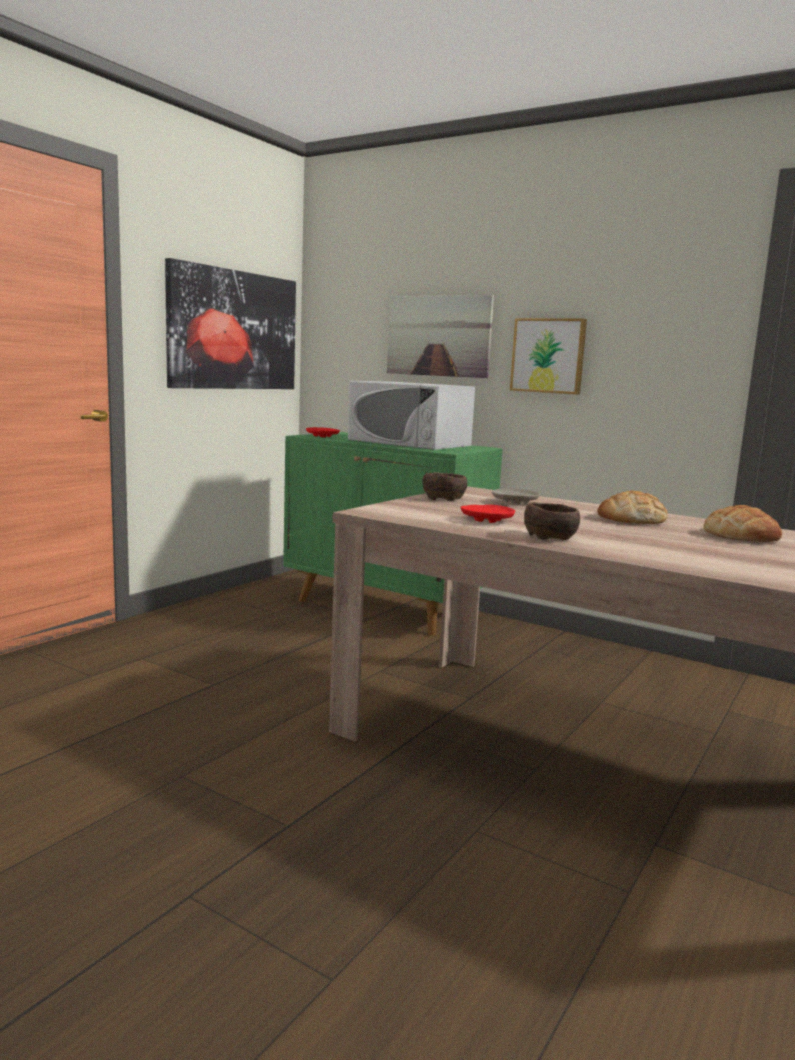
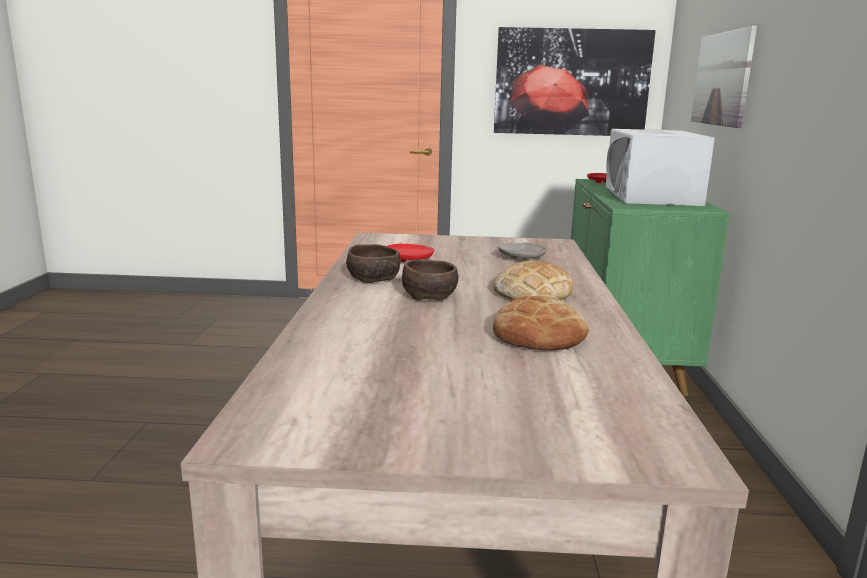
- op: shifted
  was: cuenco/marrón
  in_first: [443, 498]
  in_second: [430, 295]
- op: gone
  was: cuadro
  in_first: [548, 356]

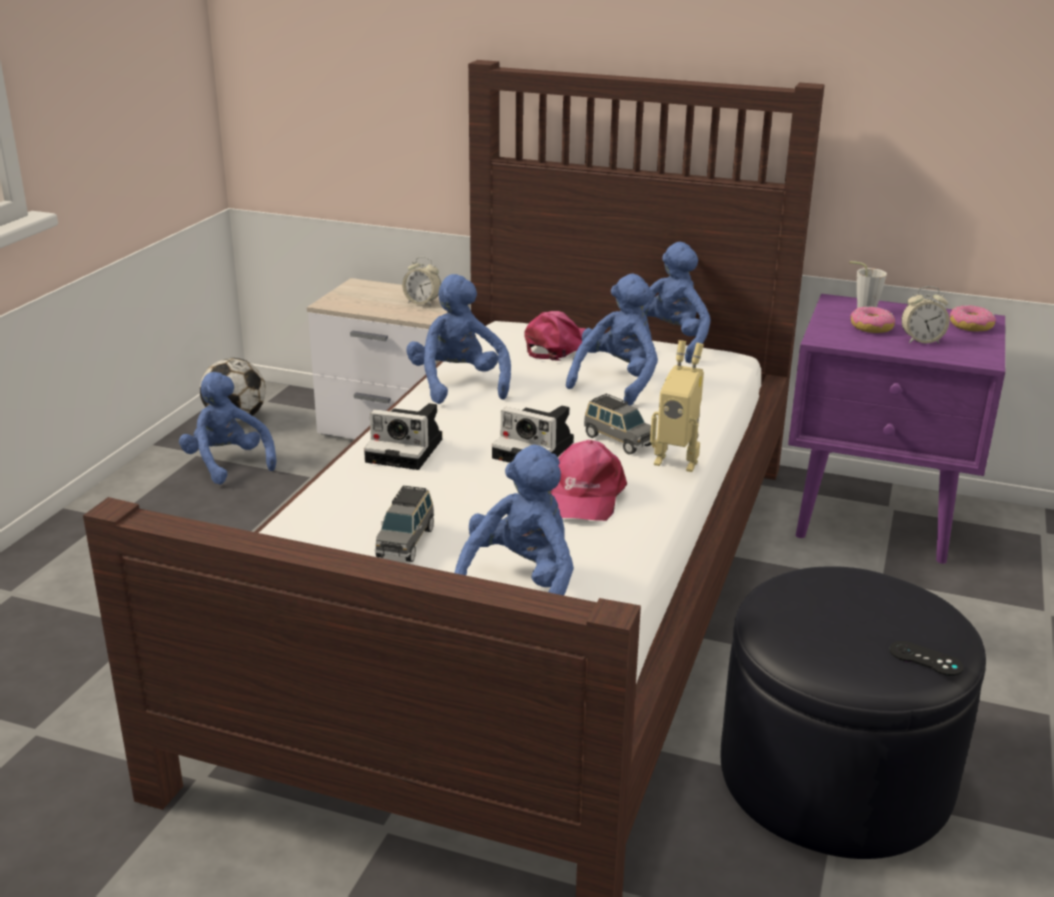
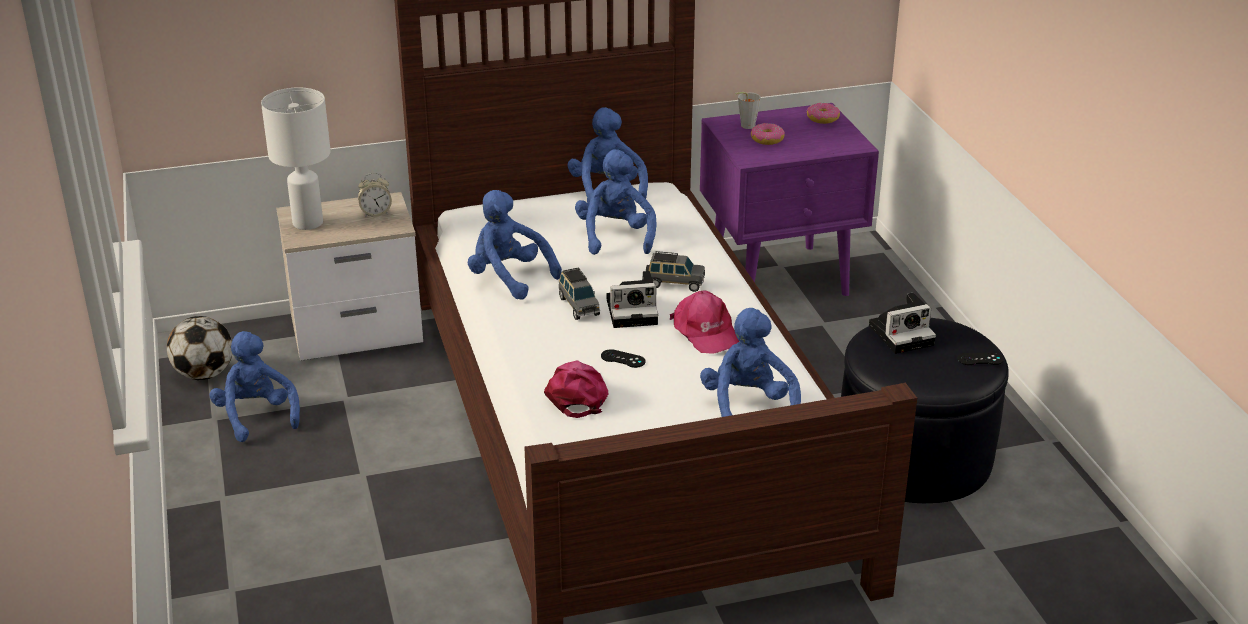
- op: rotated
  was: peluche/azul
  in_first: [227, 463]
  in_second: [256, 416]
  clockwise: 45
- op: shifted
  was: cámara
  in_first: [408, 450]
  in_second: [903, 334]
- op: shifted
  was: coche de juguete/gris
  in_first: [406, 542]
  in_second: [578, 306]
- op: shifted
  was: gorra/rosa
  in_first: [558, 346]
  in_second: [577, 394]
- op: gone
  was: robot de juguete
  in_first: [677, 460]
- op: gone
  was: despertador
  in_first: [921, 341]
- op: new
  now: lámpara de mesa/blanco
  in_second: [308, 222]
- op: new
  now: mando de consola/negro
  in_second: [623, 359]

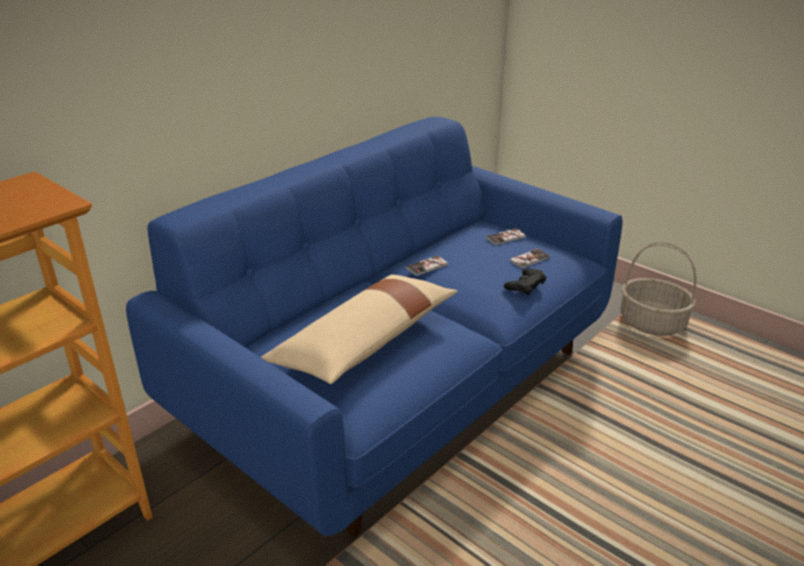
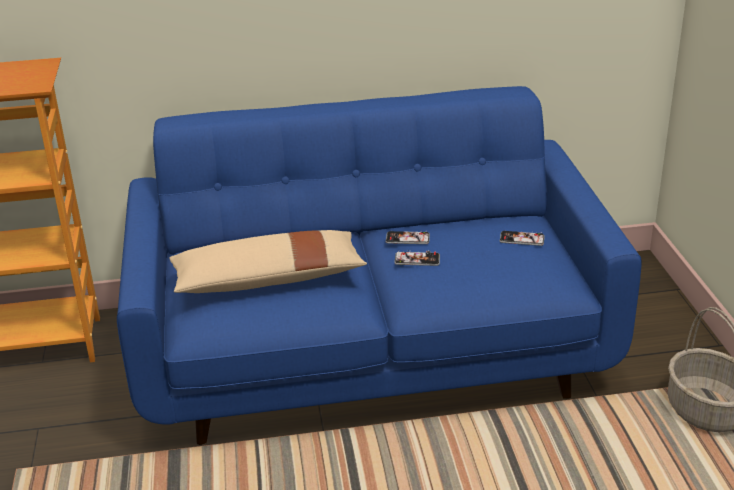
- op: gone
  was: mando de consola/negro
  in_first: [525, 285]
- op: shifted
  was: móvil
  in_first: [529, 259]
  in_second: [417, 260]

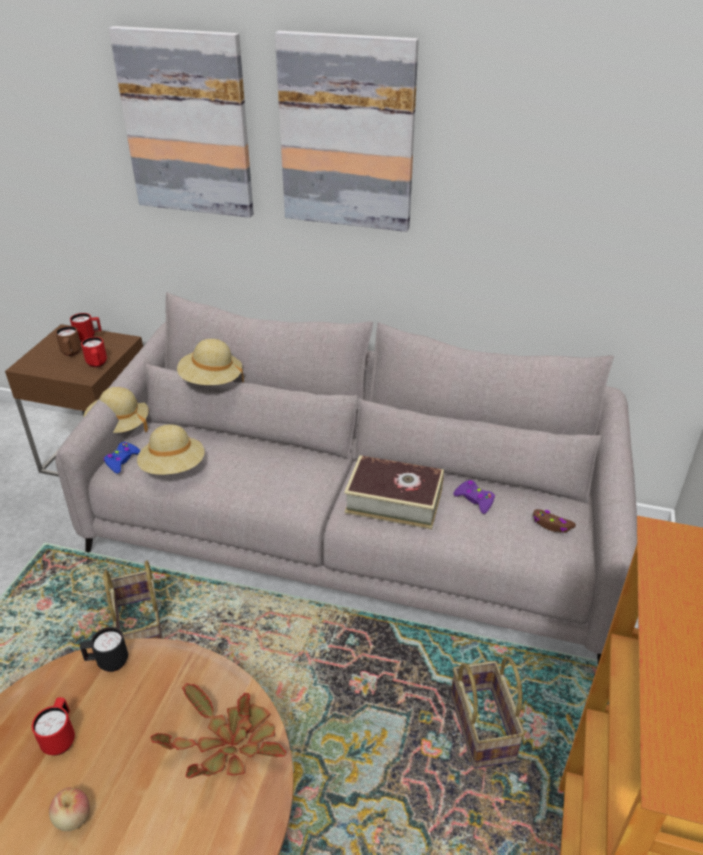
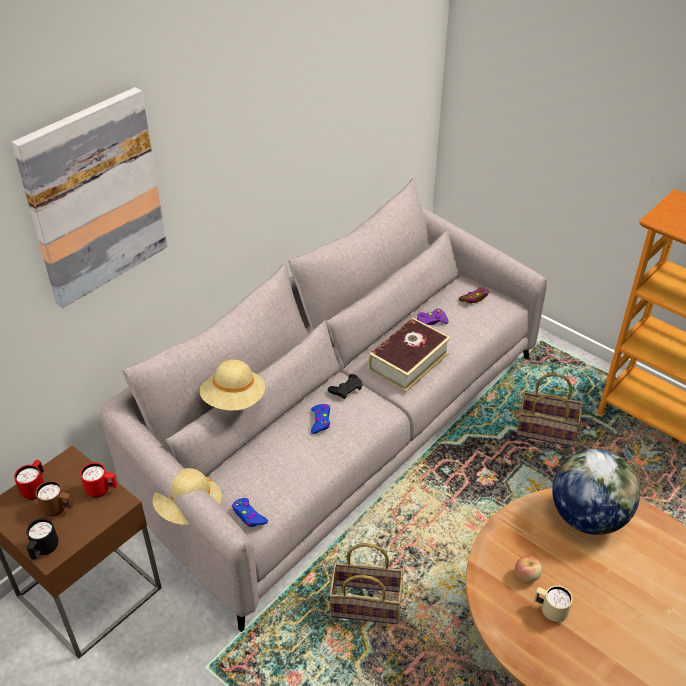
- op: repainted
  was: taza grande/rojo
  now: taza grande/beis
  in_first: [61, 737]
  in_second: [549, 611]
- op: shifted
  was: manzana
  in_first: [73, 818]
  in_second: [527, 575]
- op: shifted
  was: taza grande/negro
  in_first: [108, 662]
  in_second: [44, 550]
- op: gone
  was: sombrero/beis
  in_first: [173, 468]
- op: swapped
  was: planta en maceta
  now: globo terráqueo
  in_first: [228, 745]
  in_second: [587, 517]
- op: gone
  was: cuadro
  in_first: [347, 134]
- op: new
  now: mando de consola/azul
  in_second: [320, 421]
- op: new
  now: mando de consola/negro
  in_second: [346, 389]

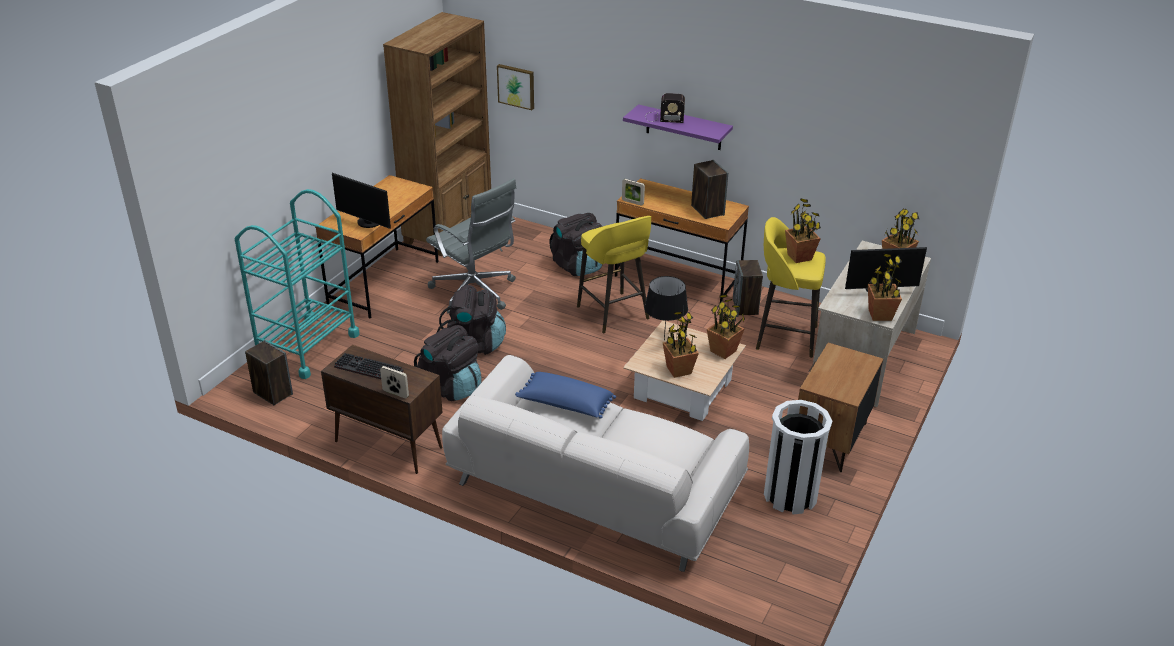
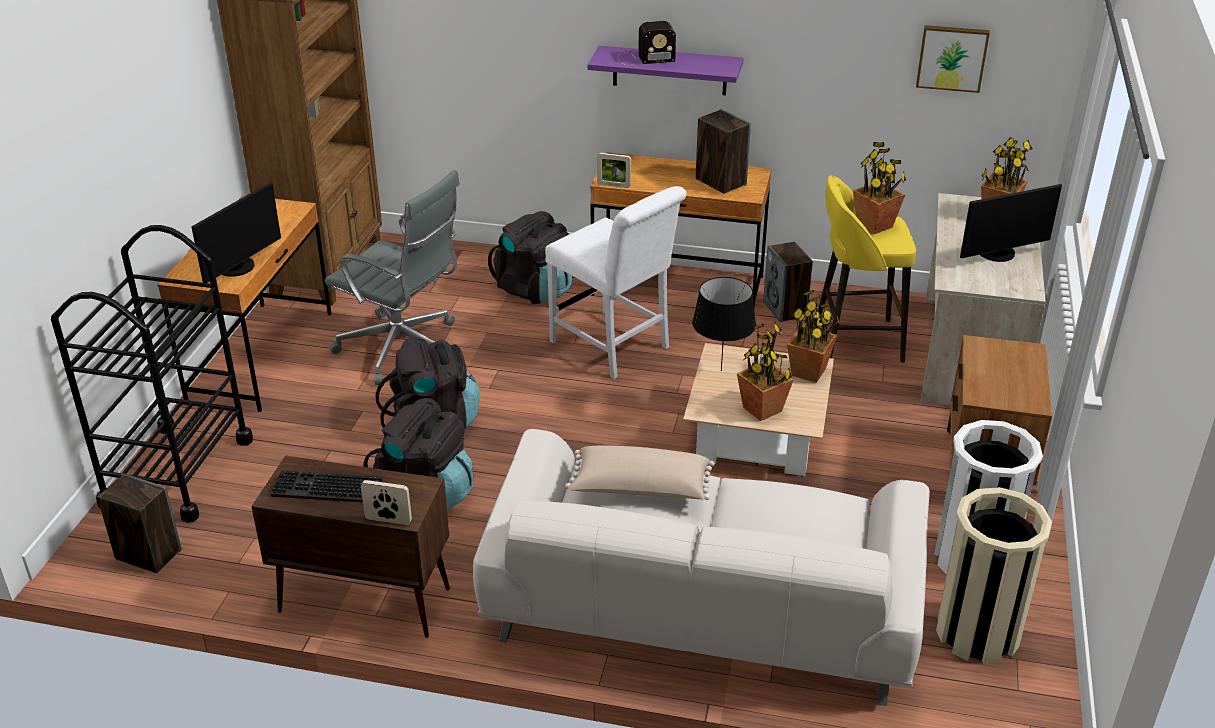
- op: repainted
  was: carrito/turquesa
  now: carrito/negro
  in_first: [307, 347]
  in_second: [178, 472]
- op: rotated
  was: monitor
  in_first: [367, 223]
  in_second: [239, 268]
  clockwise: -75
- op: shifted
  was: cuadro
  in_first: [516, 86]
  in_second: [952, 57]
- op: repainted
  was: cojín/azul
  now: cojín/beis
  in_first: [565, 405]
  in_second: [640, 489]
- op: swapped
  was: taburete/amarillo
  now: silla/blanco
  in_first: [614, 314]
  in_second: [613, 347]
- op: gone
  was: planta en maceta
  in_first: [880, 315]
- op: new
  now: papelera/beis
  in_second: [977, 633]

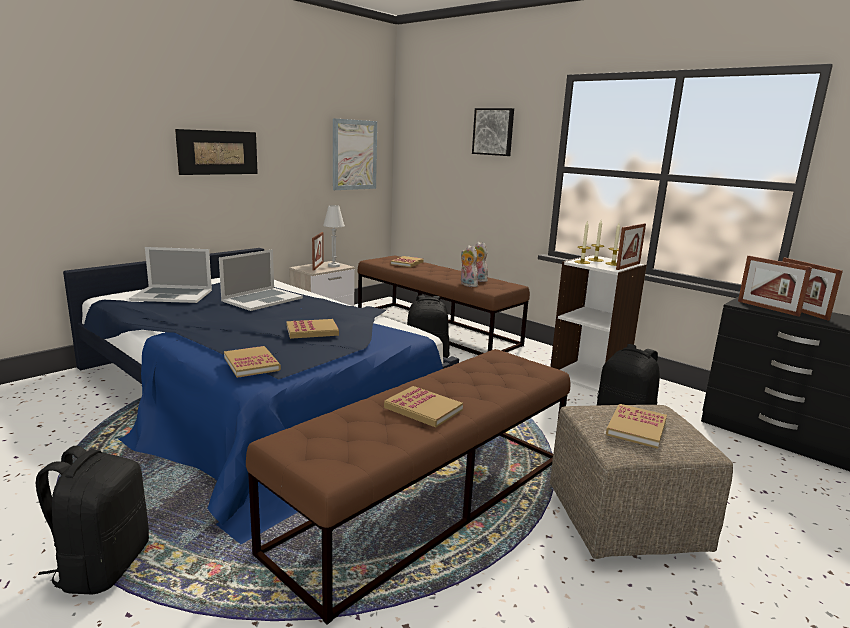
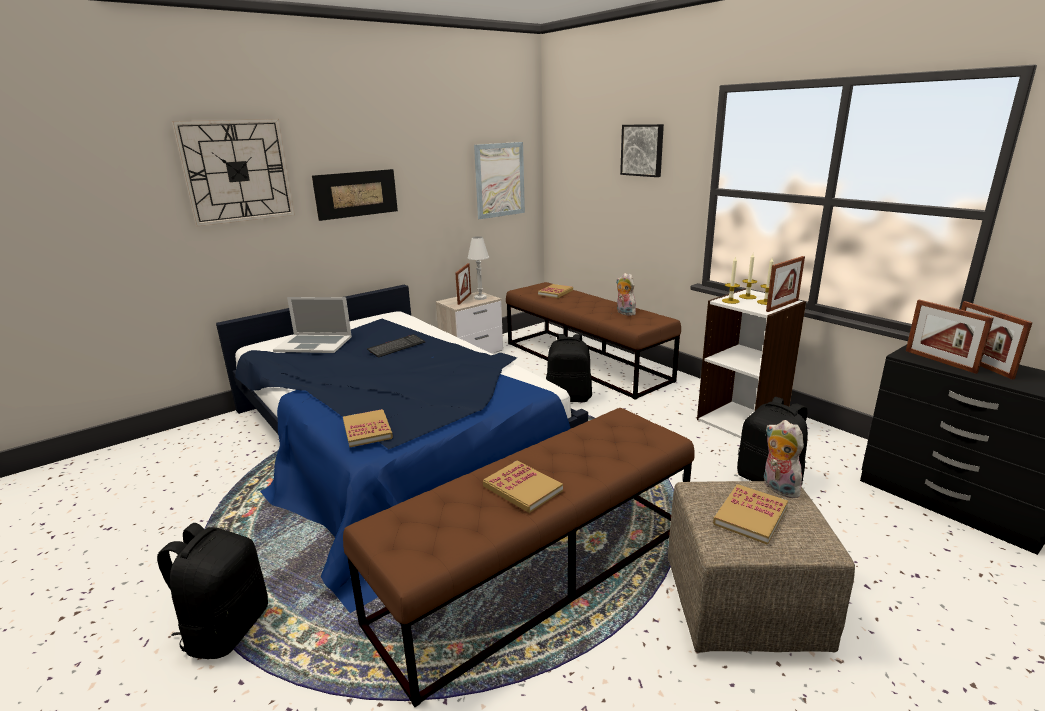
- op: swapped
  was: portátil
  now: teclado
  in_first: [262, 299]
  in_second: [396, 347]
- op: gone
  was: libro
  in_first: [312, 331]
- op: shifted
  was: peluche
  in_first: [467, 285]
  in_second: [777, 488]
- op: new
  now: reloj de pared
  in_second: [237, 171]

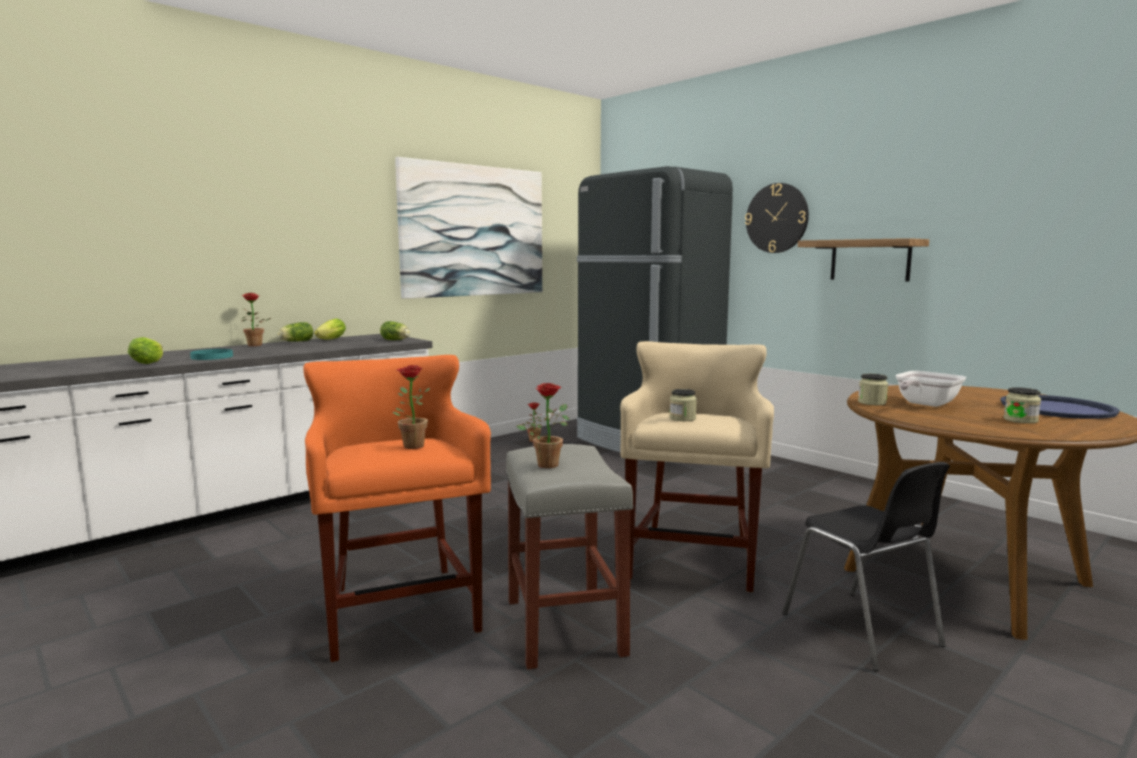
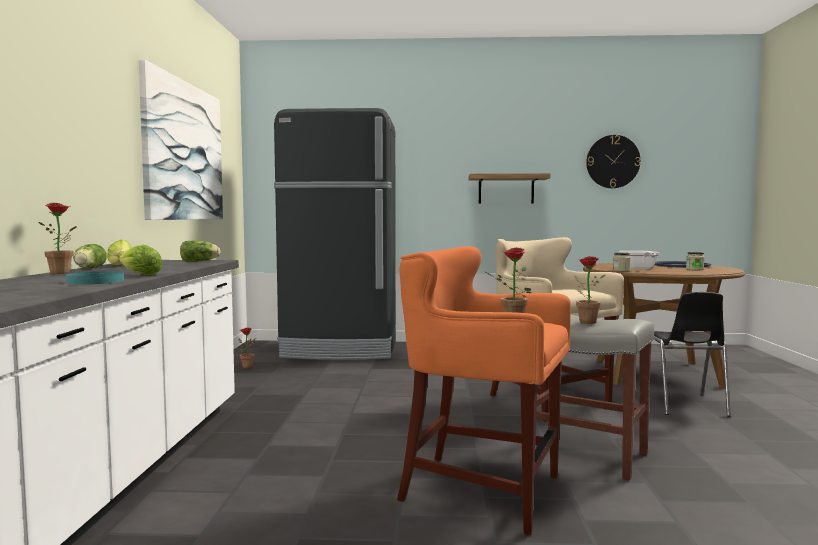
- op: shifted
  was: lechuga
  in_first: [150, 362]
  in_second: [138, 274]
- op: gone
  was: tarro
  in_first: [682, 418]
- op: shifted
  was: reloj de pared
  in_first: [777, 218]
  in_second: [613, 161]
- op: rotated
  was: silla/negro
  in_first: [862, 630]
  in_second: [684, 405]
  clockwise: 75

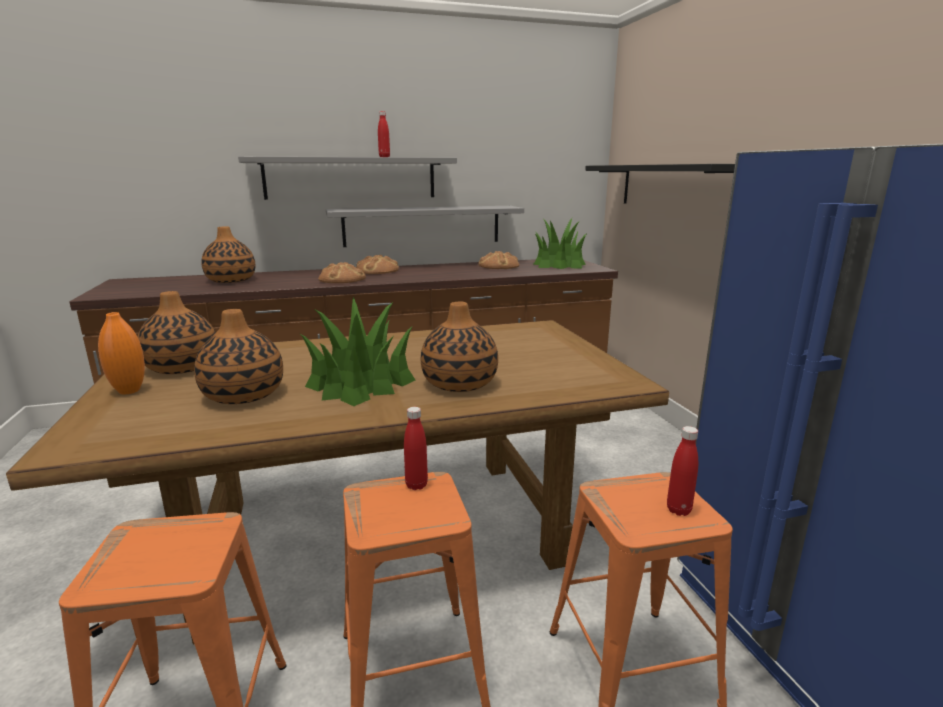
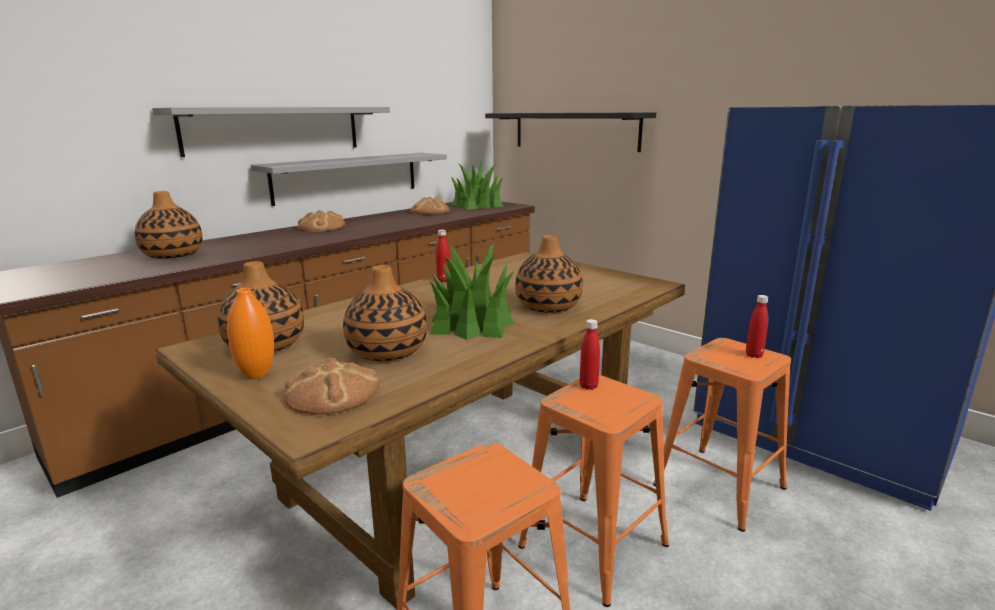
- op: shifted
  was: pan
  in_first: [341, 279]
  in_second: [332, 393]
- op: shifted
  was: botella/rojo
  in_first: [384, 157]
  in_second: [443, 281]

